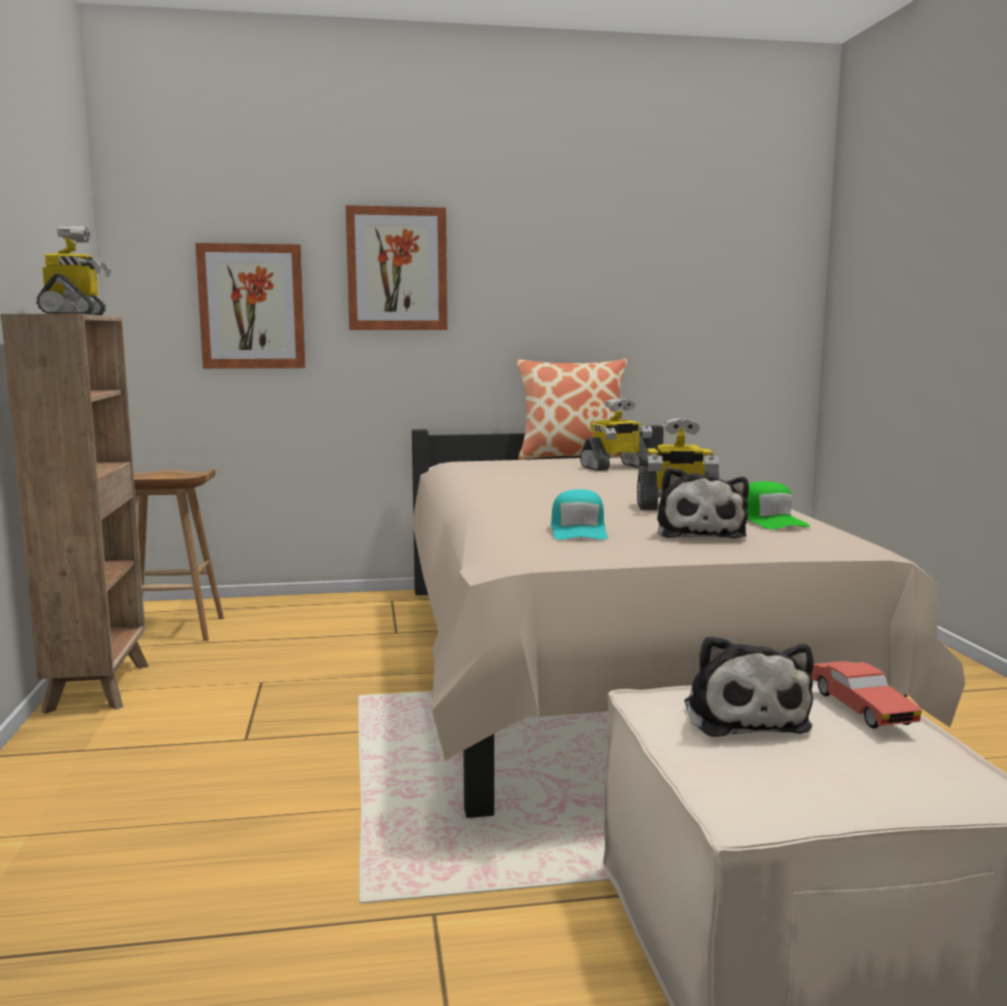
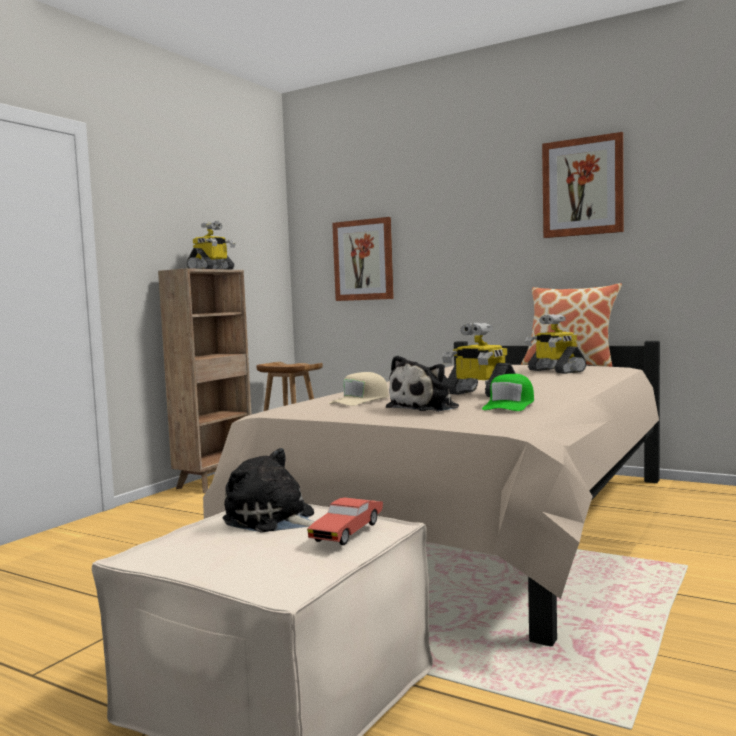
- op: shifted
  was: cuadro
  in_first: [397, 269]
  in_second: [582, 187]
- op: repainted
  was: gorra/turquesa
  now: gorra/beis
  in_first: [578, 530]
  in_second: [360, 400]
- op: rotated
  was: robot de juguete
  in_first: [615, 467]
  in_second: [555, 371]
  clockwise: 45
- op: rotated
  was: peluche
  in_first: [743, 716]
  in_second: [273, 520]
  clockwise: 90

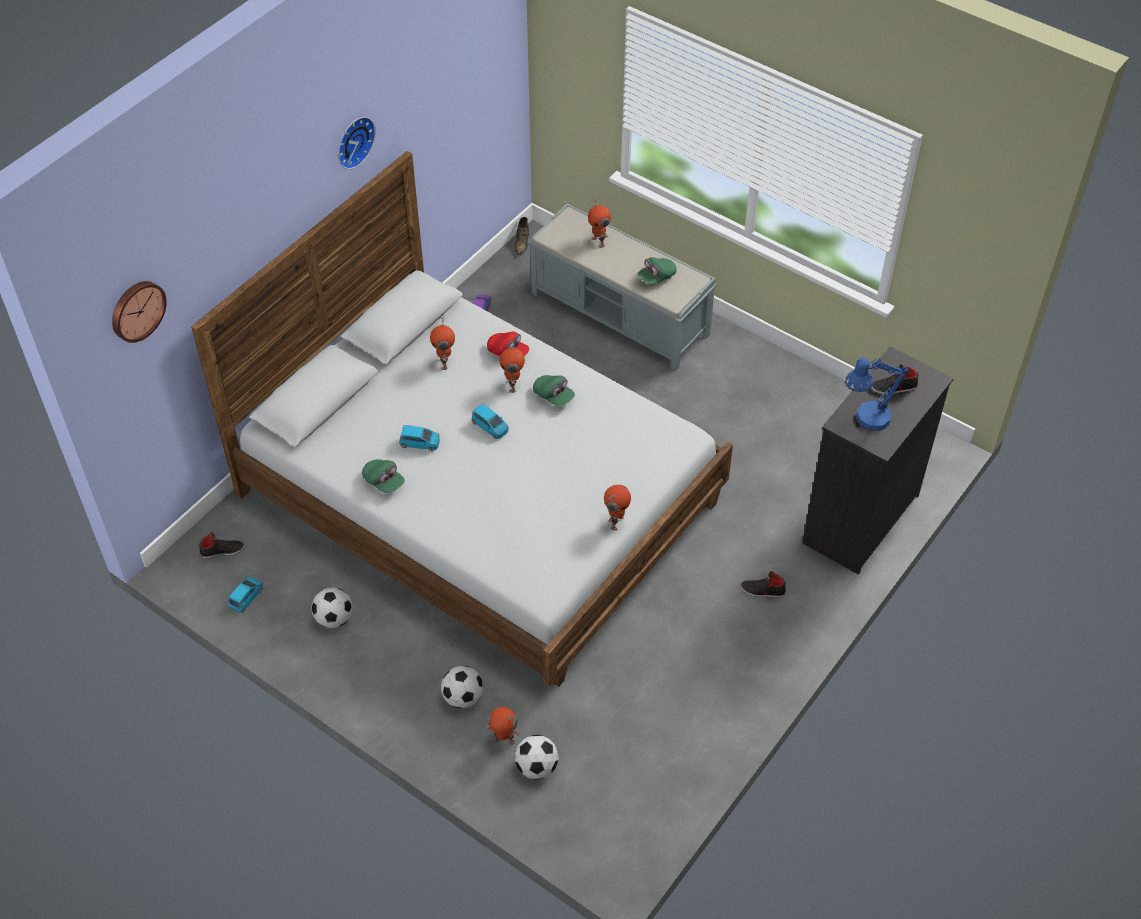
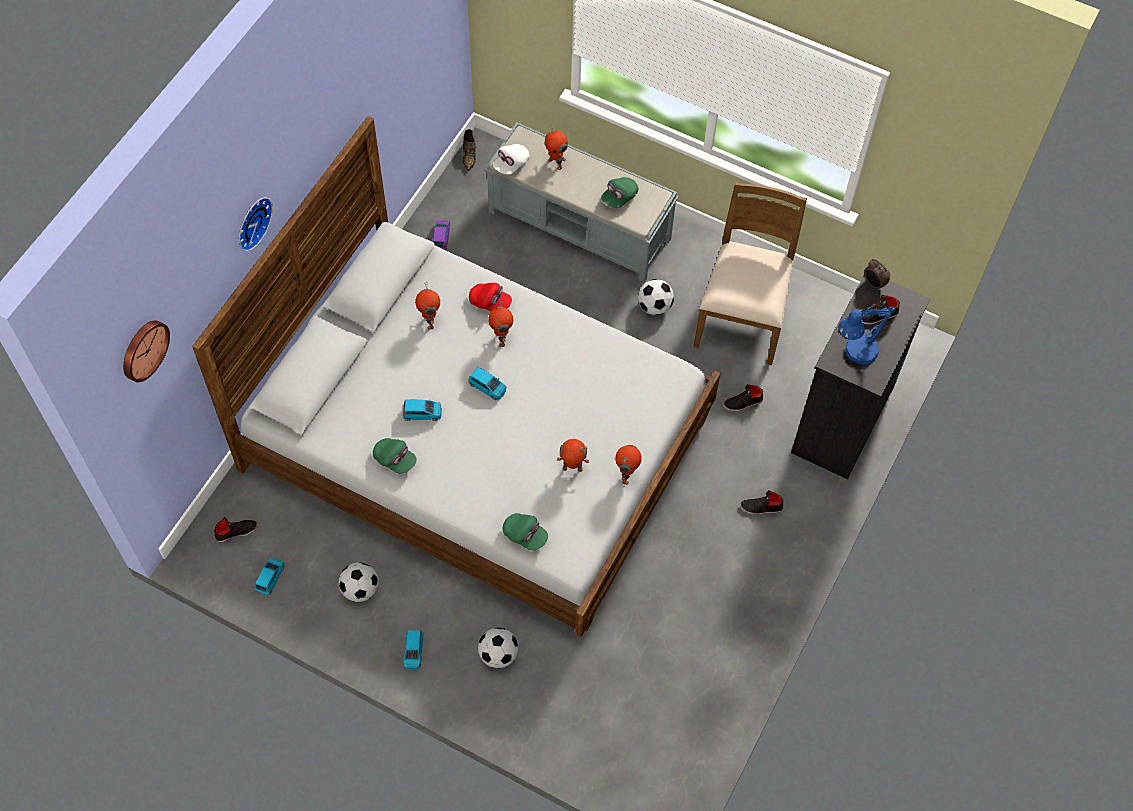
- op: shifted
  was: reloj de pared
  in_first: [353, 141]
  in_second: [251, 222]
- op: shifted
  was: robot de juguete
  in_first: [503, 741]
  in_second: [572, 469]
- op: shifted
  was: balón de fútbol
  in_first: [536, 767]
  in_second: [654, 306]
- op: shifted
  was: gorra/verde
  in_first: [553, 396]
  in_second: [525, 535]
- op: new
  now: coche de juguete/azul
  in_second: [413, 652]
- op: new
  now: gorra/blanco
  in_second: [511, 164]
- op: new
  now: silla/marrón
  in_second: [743, 315]
- op: new
  now: zapato/negro
  in_second: [743, 403]
- op: new
  now: despertador
  in_second: [873, 284]

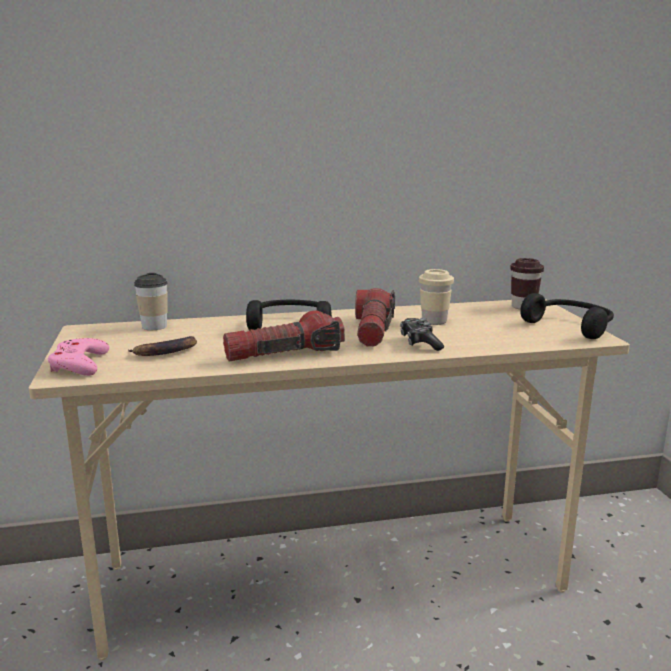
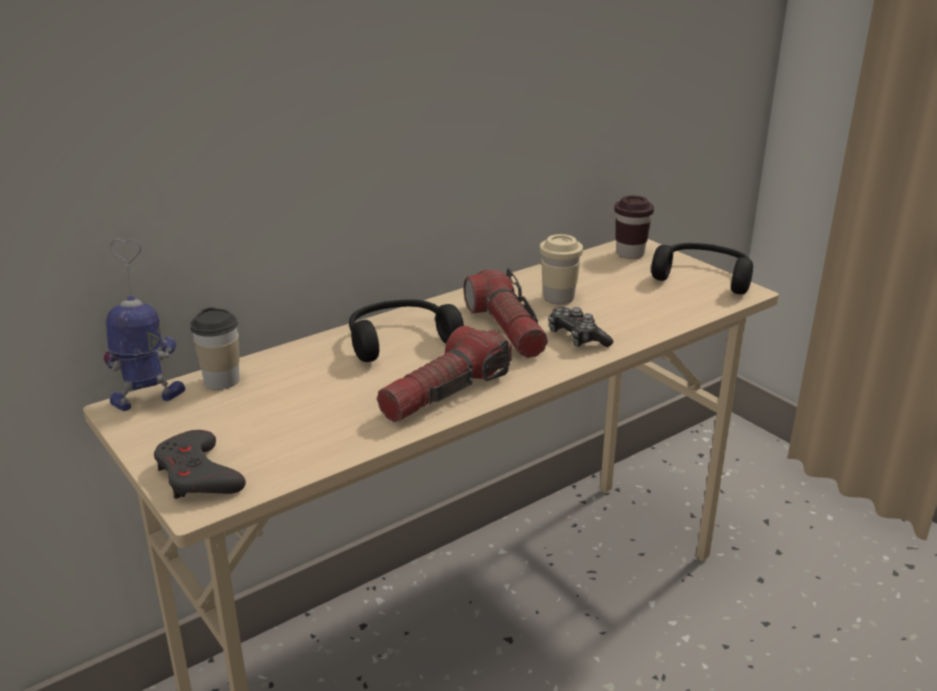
- op: repainted
  was: mando de consola/rosa
  now: mando de consola/gris
  in_first: [79, 364]
  in_second: [198, 475]
- op: gone
  was: plátano
  in_first: [165, 352]
- op: new
  now: robot de juguete
  in_second: [149, 398]

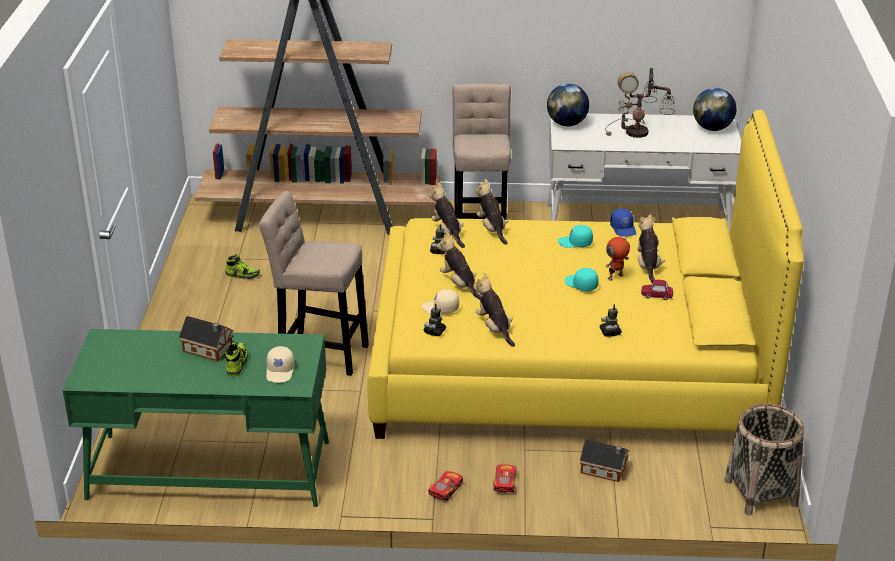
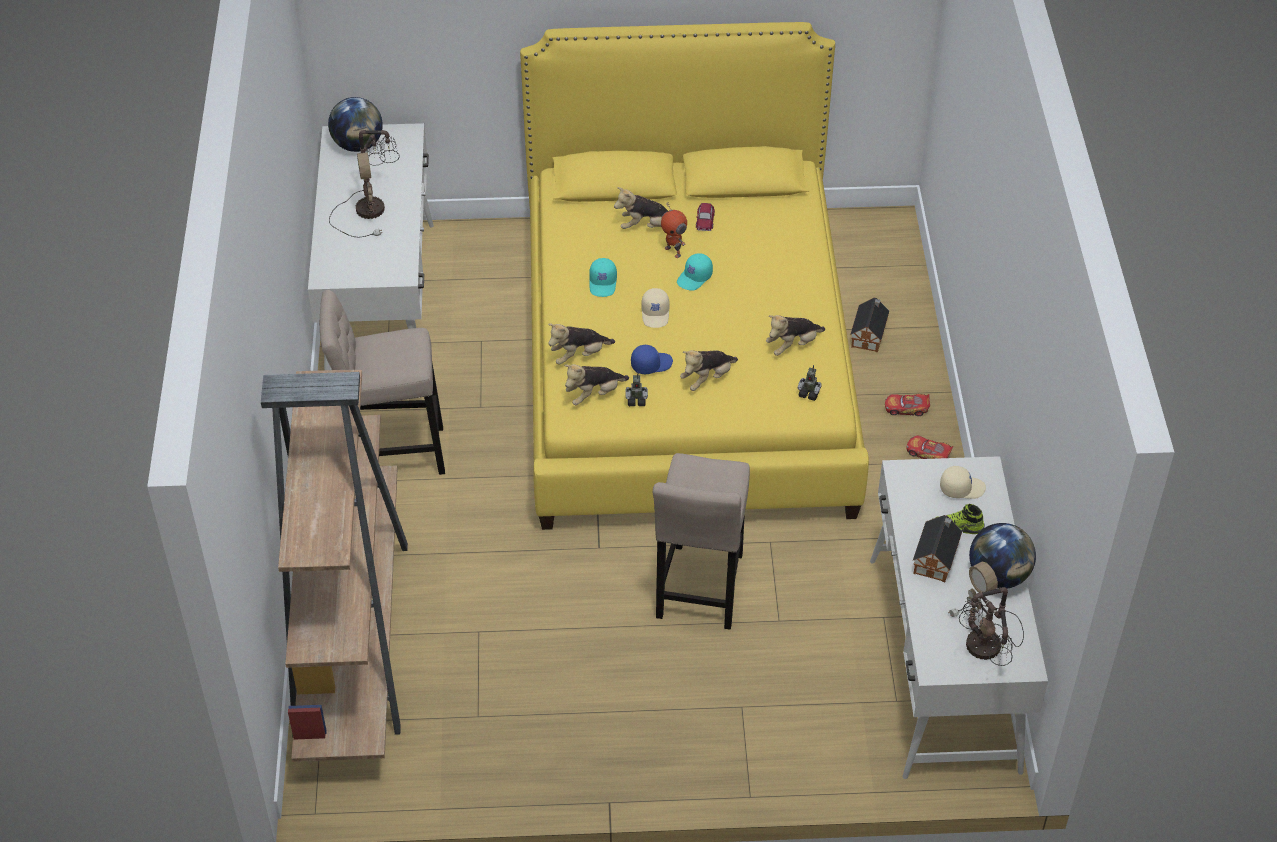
- op: repainted
  was: escritorio/verde
  now: escritorio/blanco
  in_first: [209, 469]
  in_second: [942, 663]
- op: gone
  was: zapato
  in_first: [242, 275]
- op: shifted
  was: gorra/beis
  in_first: [440, 308]
  in_second: [656, 314]
- op: shifted
  was: globo terráqueo
  in_first: [567, 124]
  in_second: [998, 576]
- op: gone
  was: robot de juguete
  in_first: [610, 332]
- op: shifted
  was: gorra/azul
  in_first: [623, 228]
  in_second: [651, 364]
- op: gone
  was: cesta
  in_first: [760, 493]
- op: new
  now: lámpara de mesa
  in_second: [983, 648]

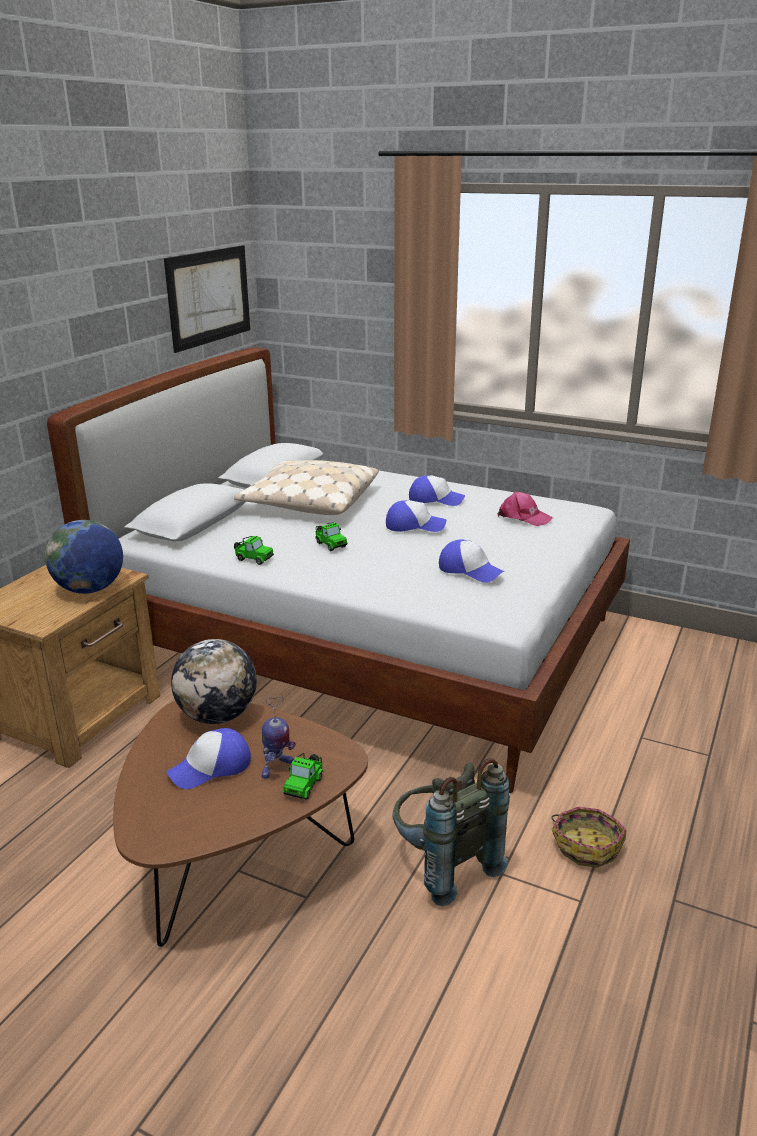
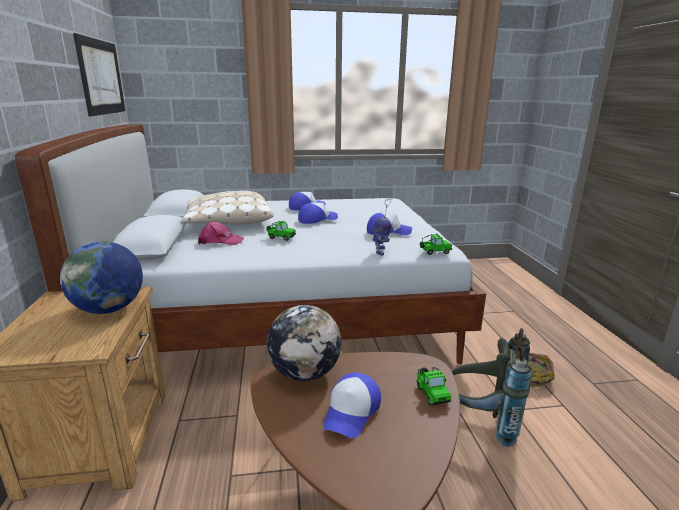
- op: shifted
  was: coche de juguete
  in_first: [253, 559]
  in_second: [434, 252]
- op: shifted
  was: robot de juguete
  in_first: [276, 768]
  in_second: [380, 251]
- op: shifted
  was: gorra/rosa
  in_first: [523, 517]
  in_second: [220, 241]

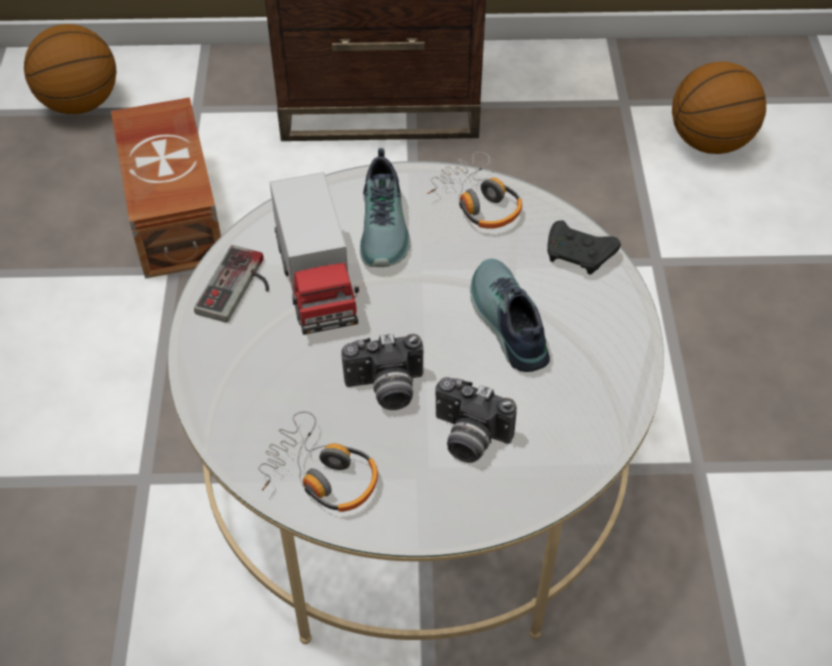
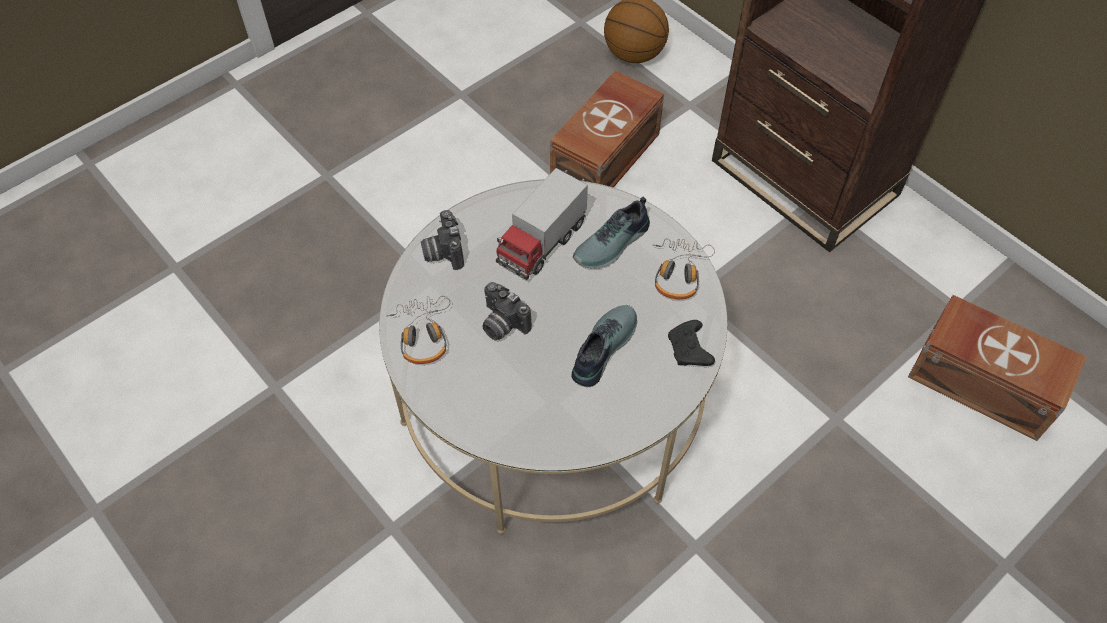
- op: gone
  was: mando de consola
  in_first: [240, 288]
- op: shifted
  was: cámara
  in_first: [468, 438]
  in_second: [442, 252]
- op: swapped
  was: balón de baloncesto
  now: caja de almacenaje/marrón
  in_first: [709, 142]
  in_second: [981, 381]

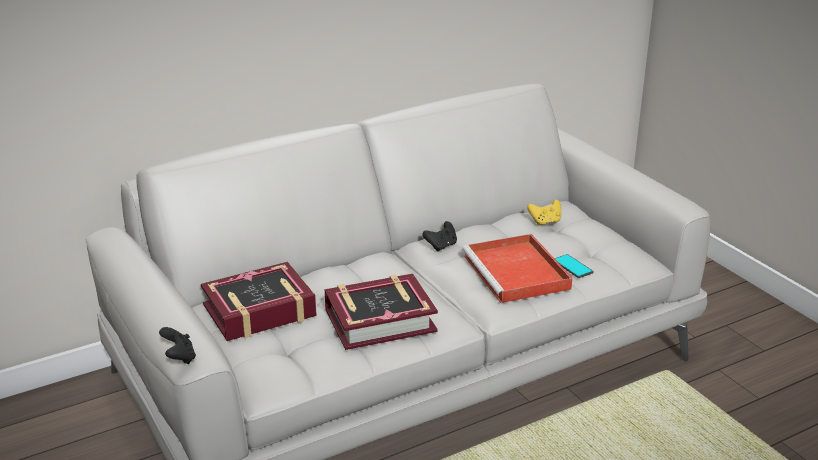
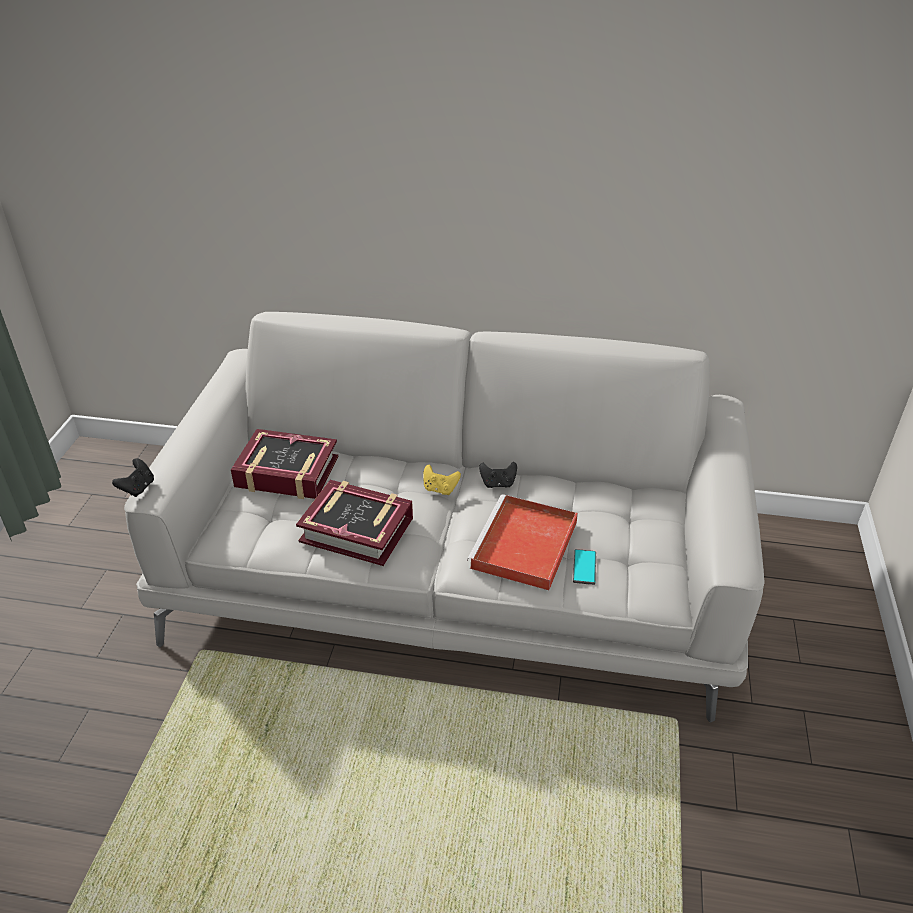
- op: shifted
  was: mando de consola/amarillo
  in_first: [545, 222]
  in_second: [440, 489]

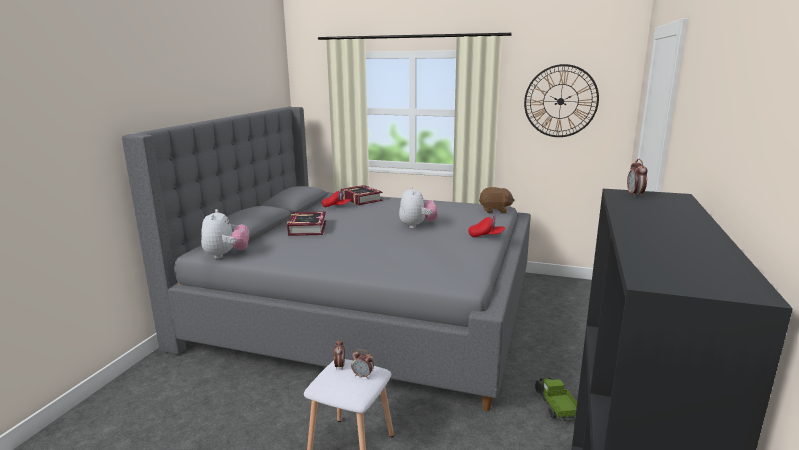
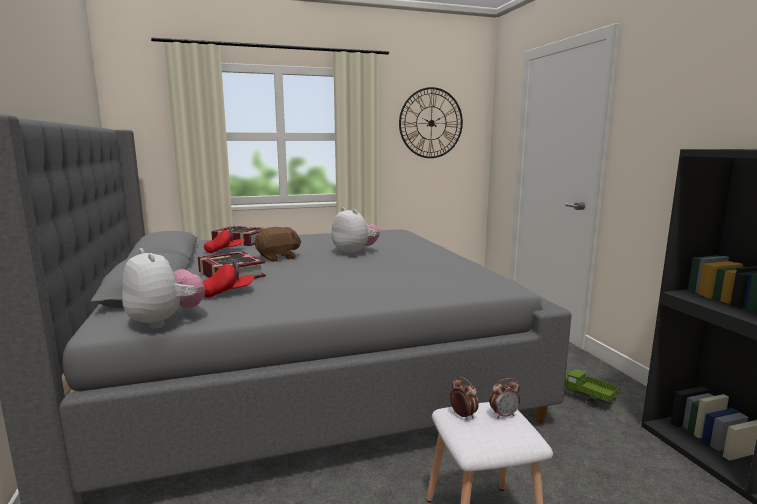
- op: shifted
  was: gorra/rojo
  in_first: [486, 236]
  in_second: [227, 293]
- op: shifted
  was: peluche/marrón
  in_first: [495, 210]
  in_second: [278, 258]
- op: gone
  was: despertador
  in_first: [635, 195]

